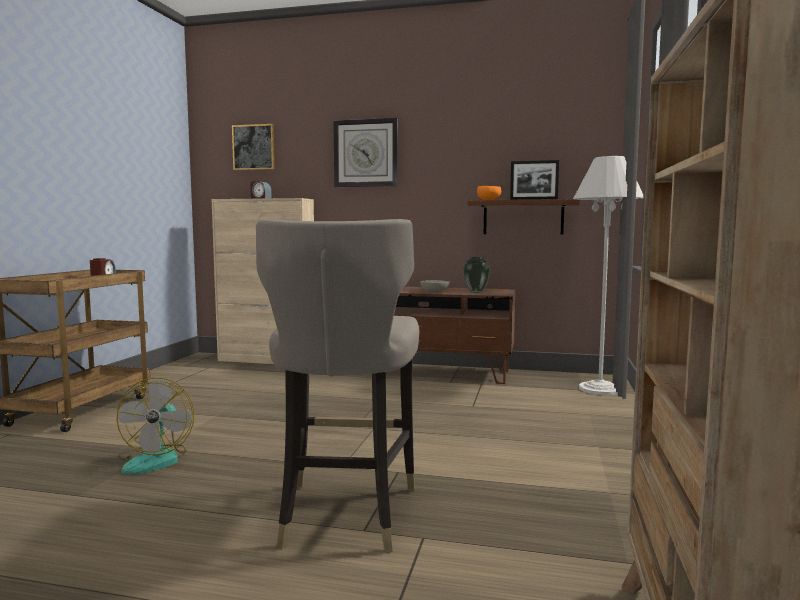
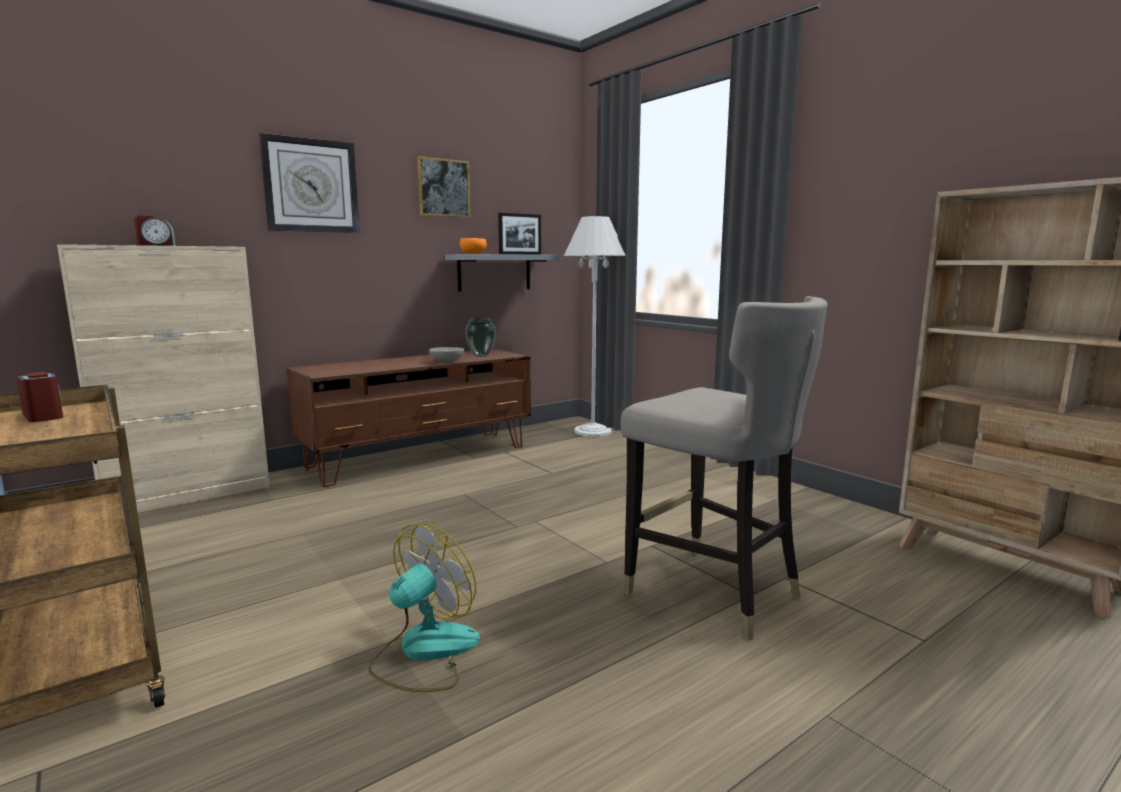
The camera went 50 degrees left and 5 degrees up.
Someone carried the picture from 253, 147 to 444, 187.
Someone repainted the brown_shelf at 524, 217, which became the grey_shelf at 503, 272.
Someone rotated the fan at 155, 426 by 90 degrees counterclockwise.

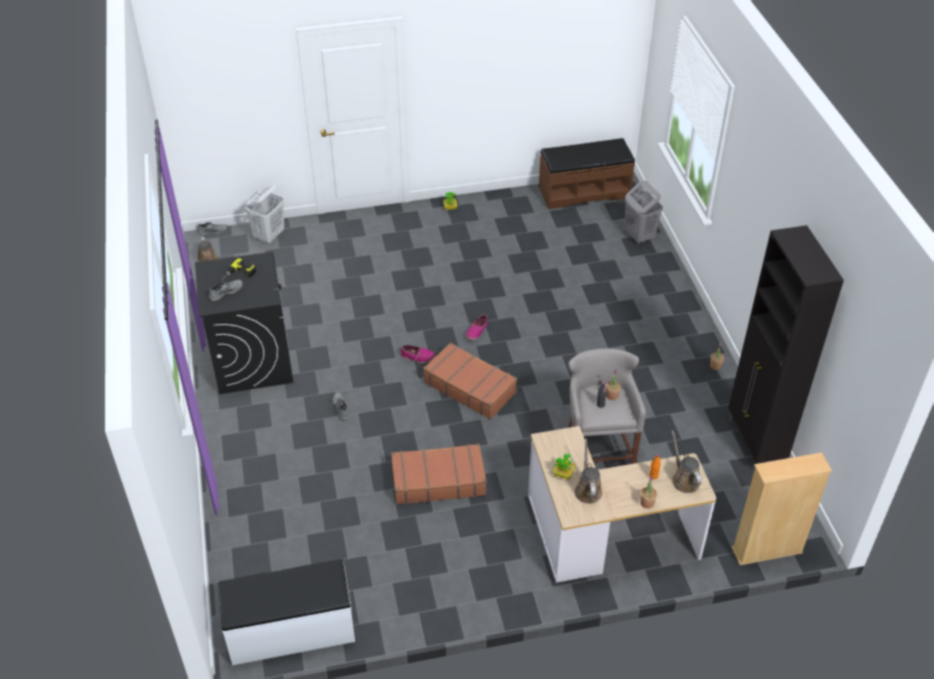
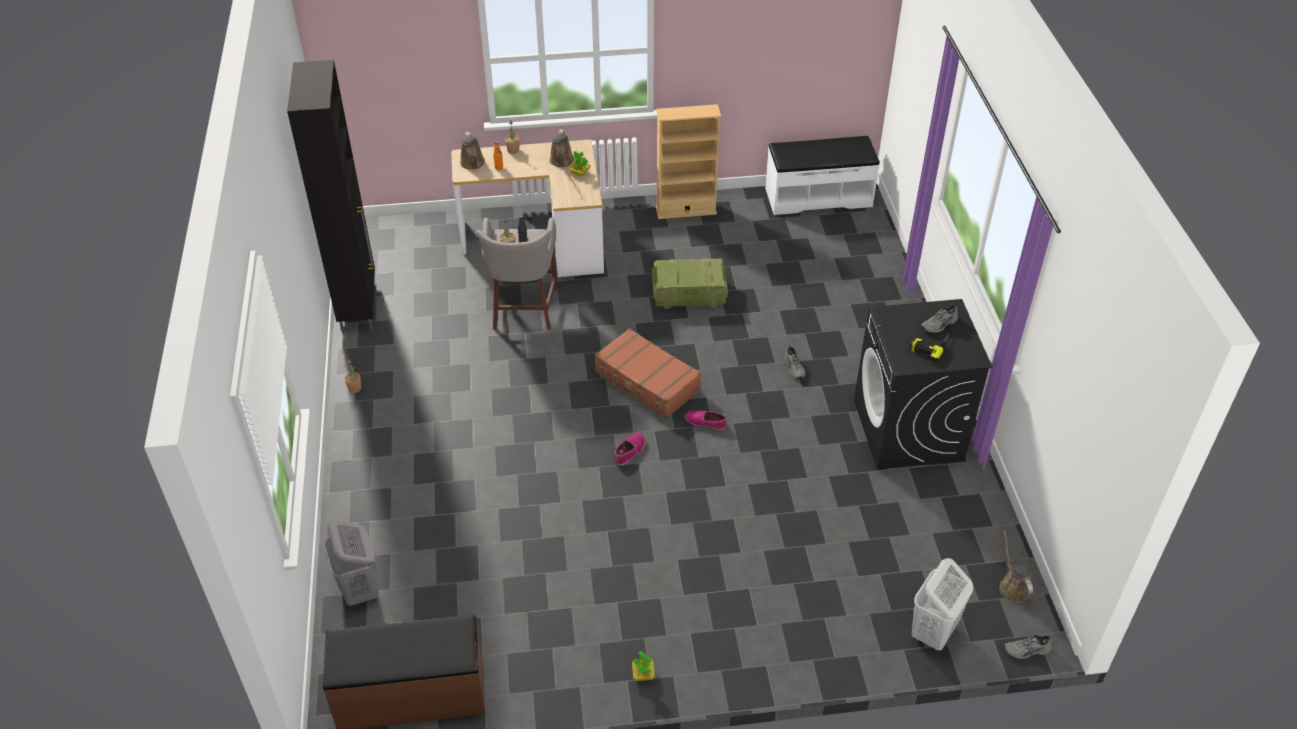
The camera went 175 degrees left and 0 degrees up.
Someone carried the beige_bookcase from 782, 508 to 688, 161.
Someone swapped the brown_suitcase at 439, 474 for the crate at 690, 283.

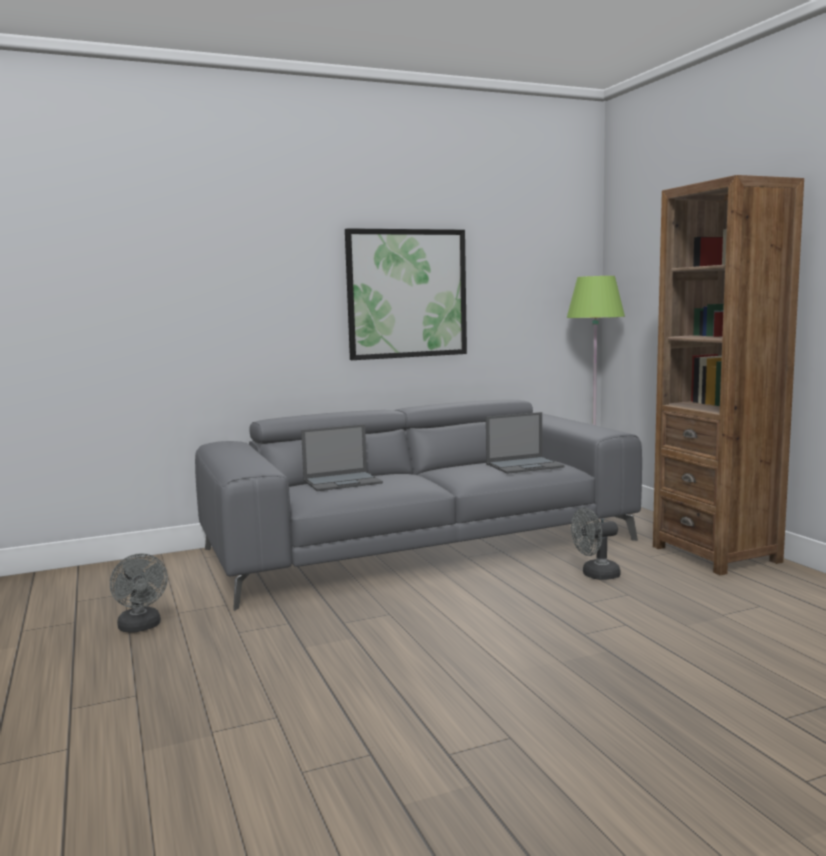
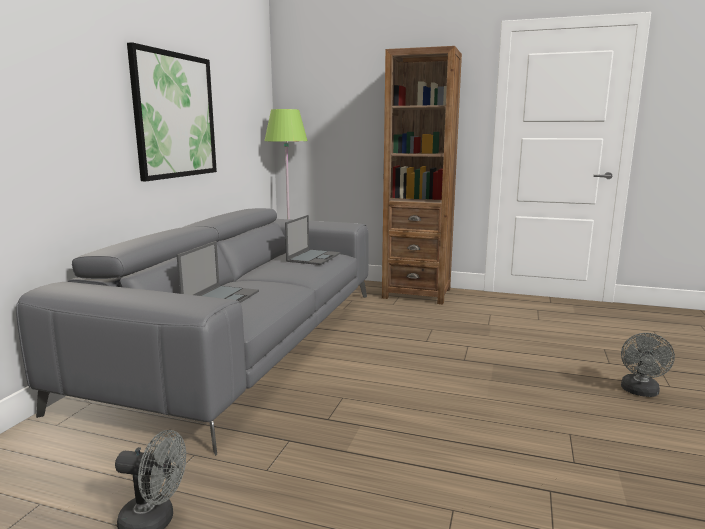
The camera went 50 degrees left and 5 degrees up.
Someone carried the grey_fan from 596, 544 to 648, 365.

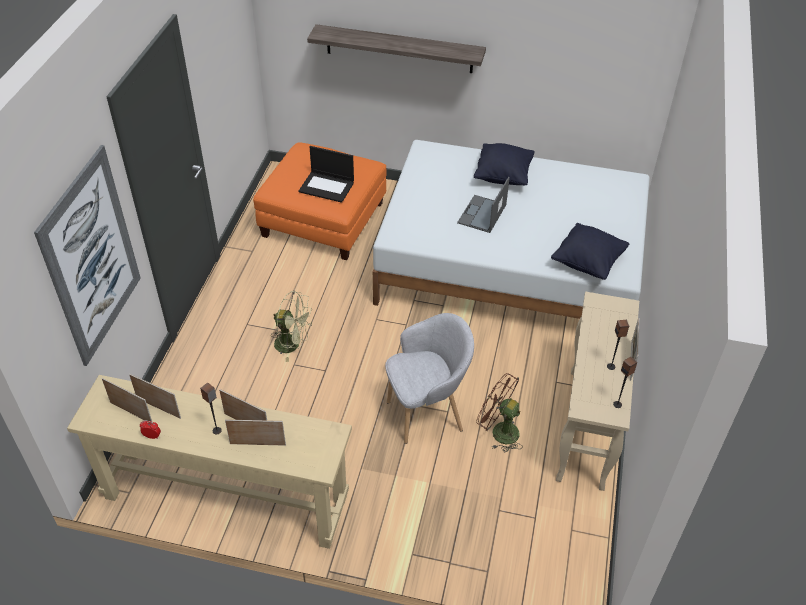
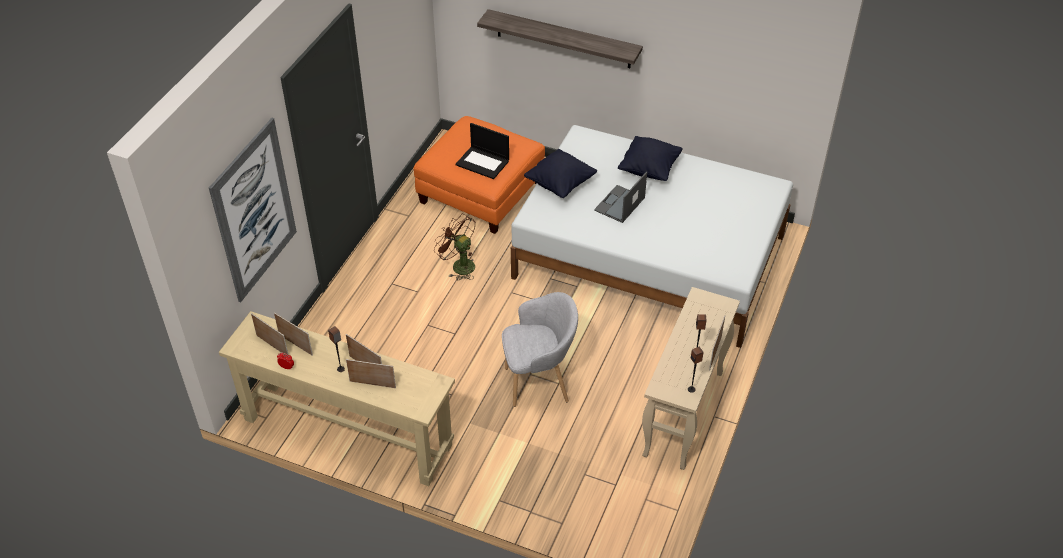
The camera went 10 degrees right and 0 degrees up.
Someone took away the green_fan at 291, 326.
Someone carried the brown_fan from 499, 412 to 454, 247.
Someone carried the black_pillow from 590, 251 to 560, 173.

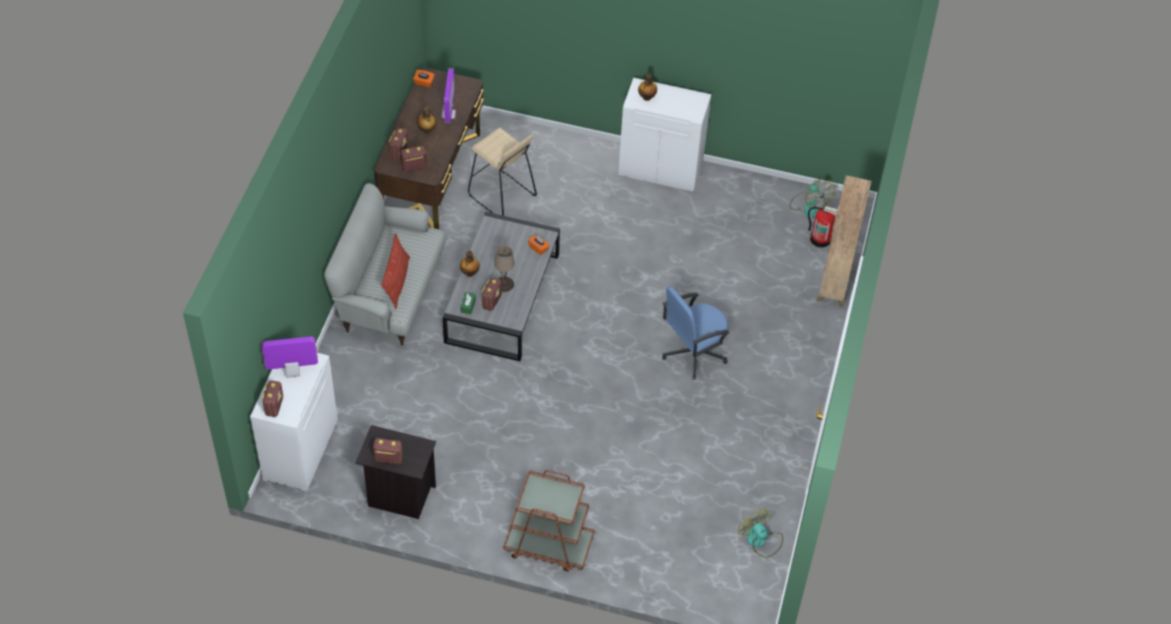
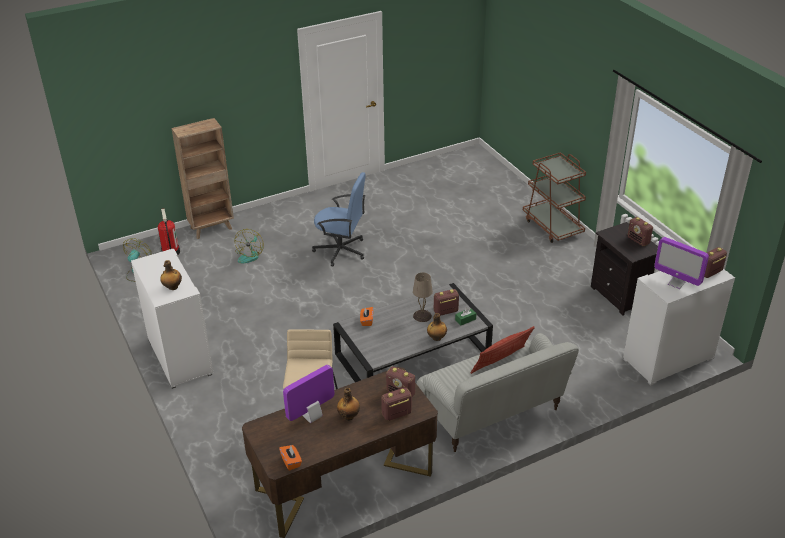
The camera went 130 degrees left and 15 degrees down.
Someone carried the fan from 760, 533 to 249, 246.

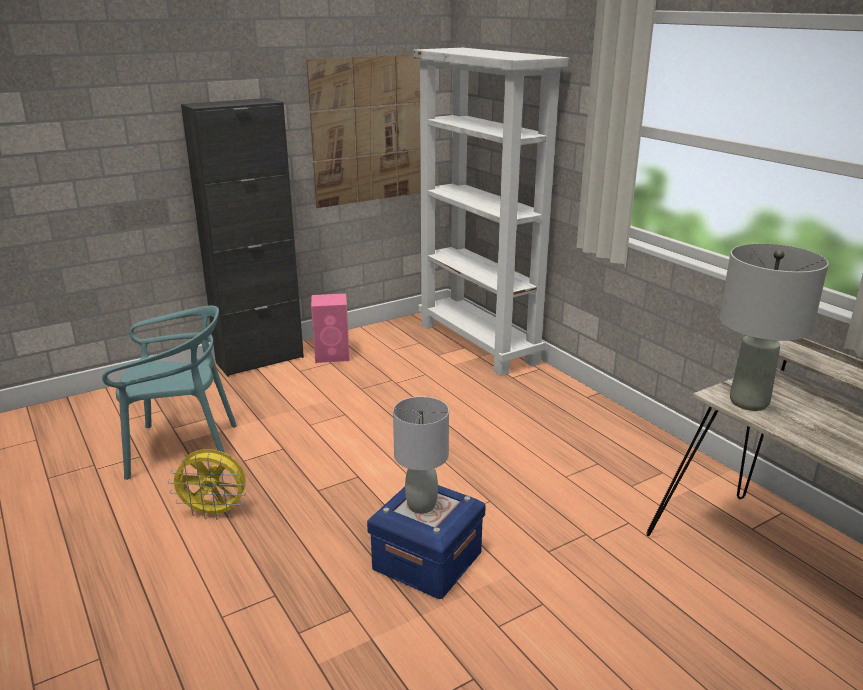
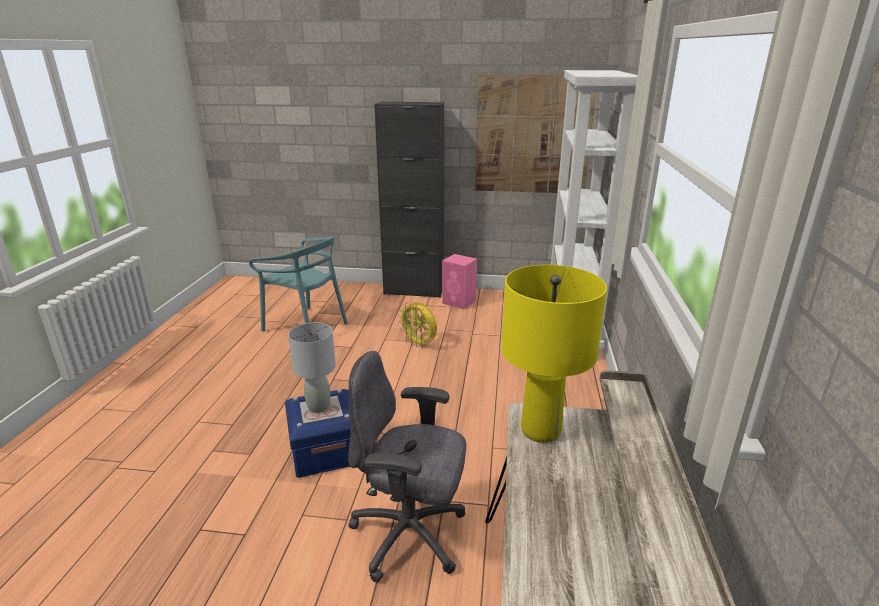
The camera went 40 degrees right and 0 degrees up.
Someone put down the grey_office_chair at 407, 467.
Someone carried the yellow_fan from 207, 484 to 417, 325.
Someone repainted the grey_table_lamp at 774, 327, which became the yellow_table_lamp at 554, 354.

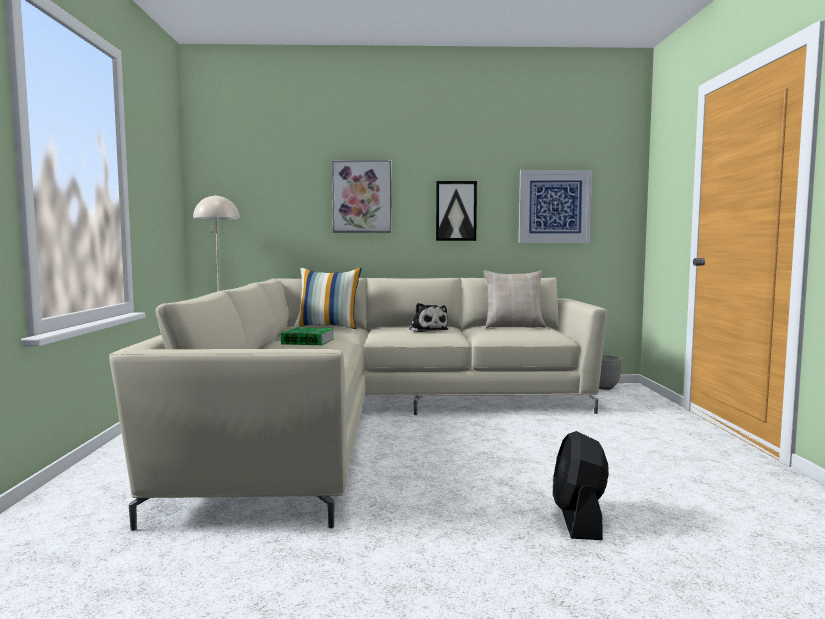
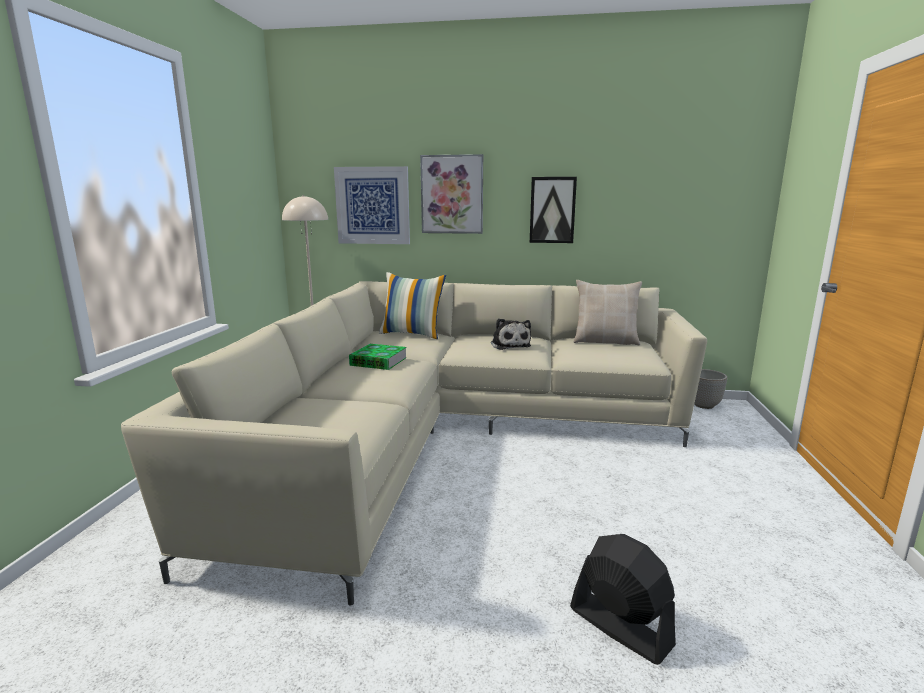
The camera went 10 degrees right and 10 degrees up.
Someone carried the picture from 555, 206 to 372, 205.
Someone rotated the black_fan at 581, 485 by 120 degrees clockwise.

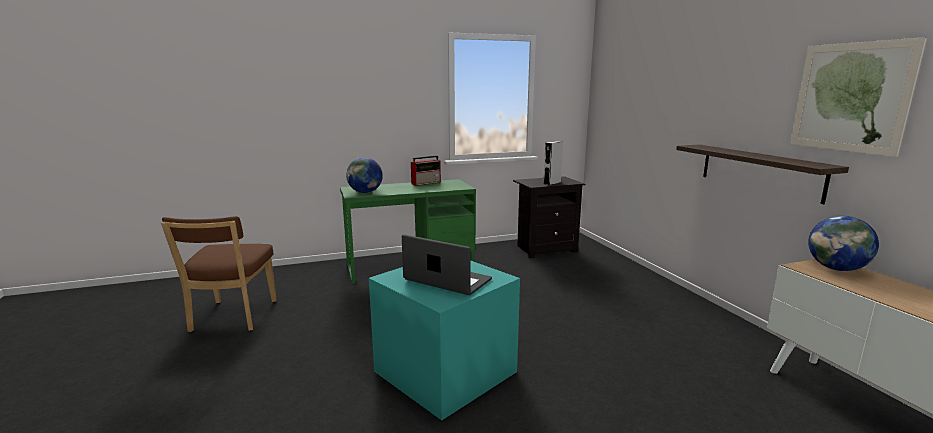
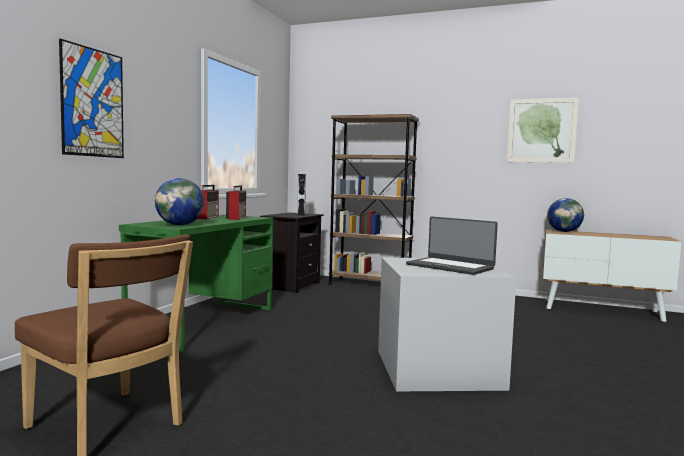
The camera went 50 degrees left and 10 degrees down.
Someone took away the shelf at 762, 174.
Someone put up the picture at 91, 98.
Someone put down the radio at 236, 203.
Someone put down the brown_bookcase at 373, 199.
Someone repainted the turquoise_storage_box at 444, 340, which became the grey_storage_box at 447, 324.
Someone rotated the laptop at 447, 264 by 120 degrees counterclockwise.

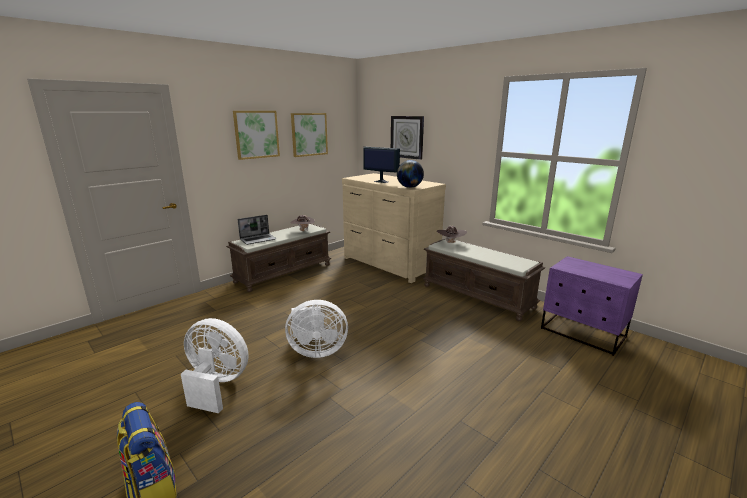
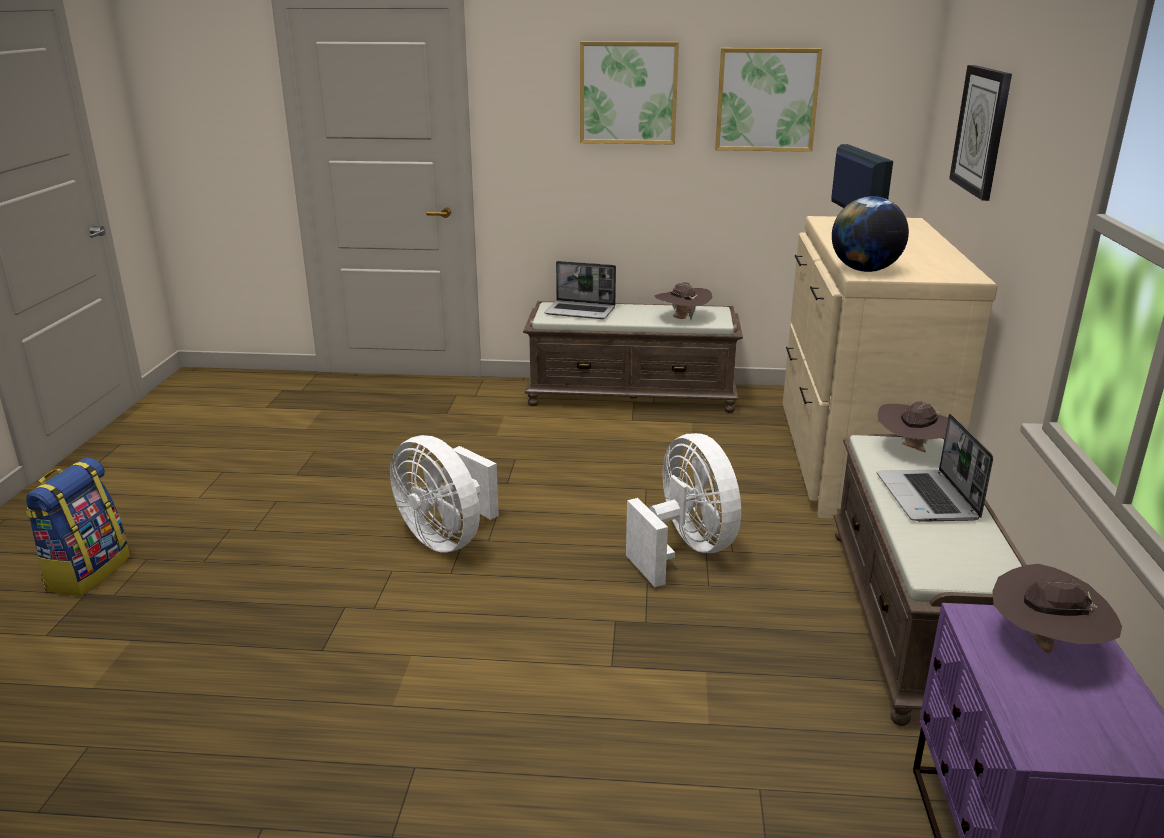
The camera went 50 degrees right and 5 degrees up.
Someone put down the laptop at 935, 468.
Someone put down the brown_hat at 1057, 608.
Someone carried the white_fan from 215, 366 to 683, 510.

